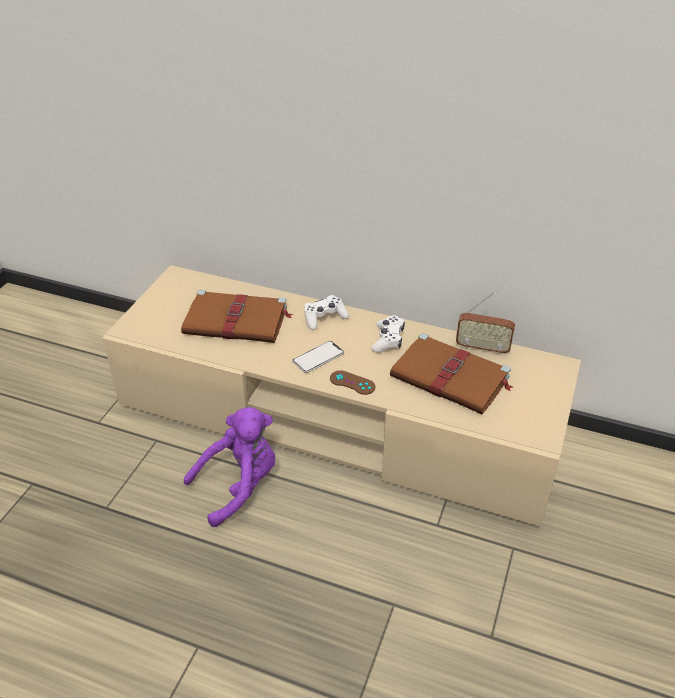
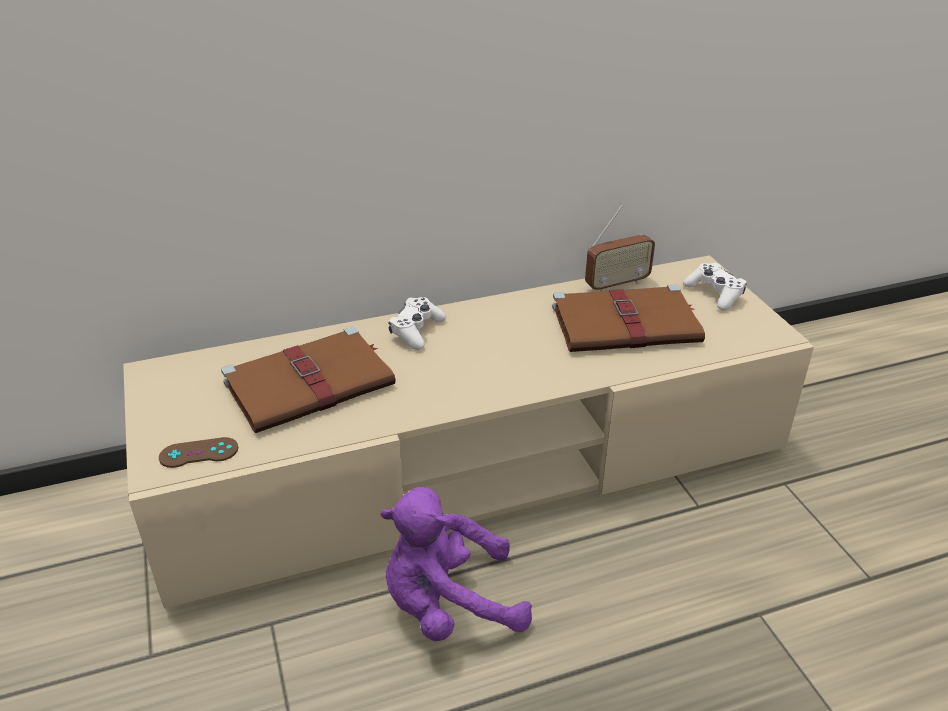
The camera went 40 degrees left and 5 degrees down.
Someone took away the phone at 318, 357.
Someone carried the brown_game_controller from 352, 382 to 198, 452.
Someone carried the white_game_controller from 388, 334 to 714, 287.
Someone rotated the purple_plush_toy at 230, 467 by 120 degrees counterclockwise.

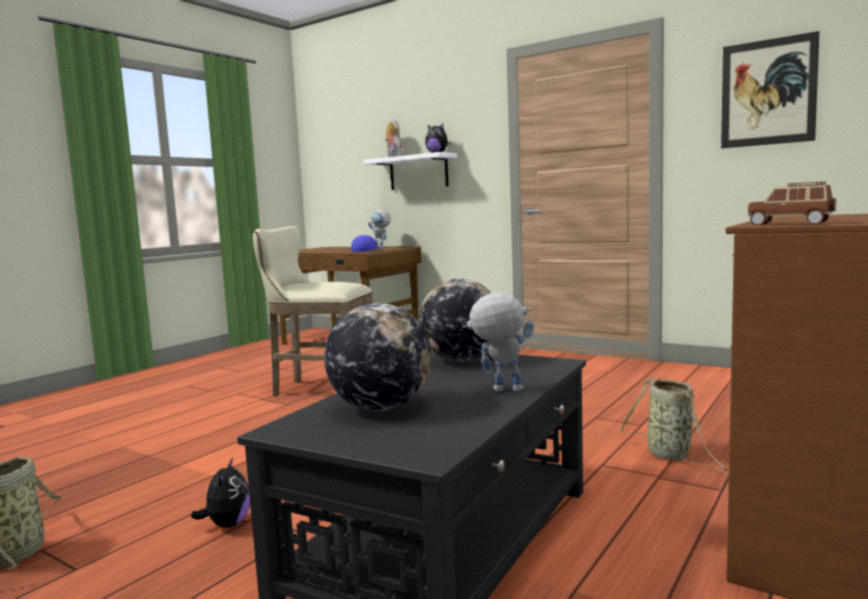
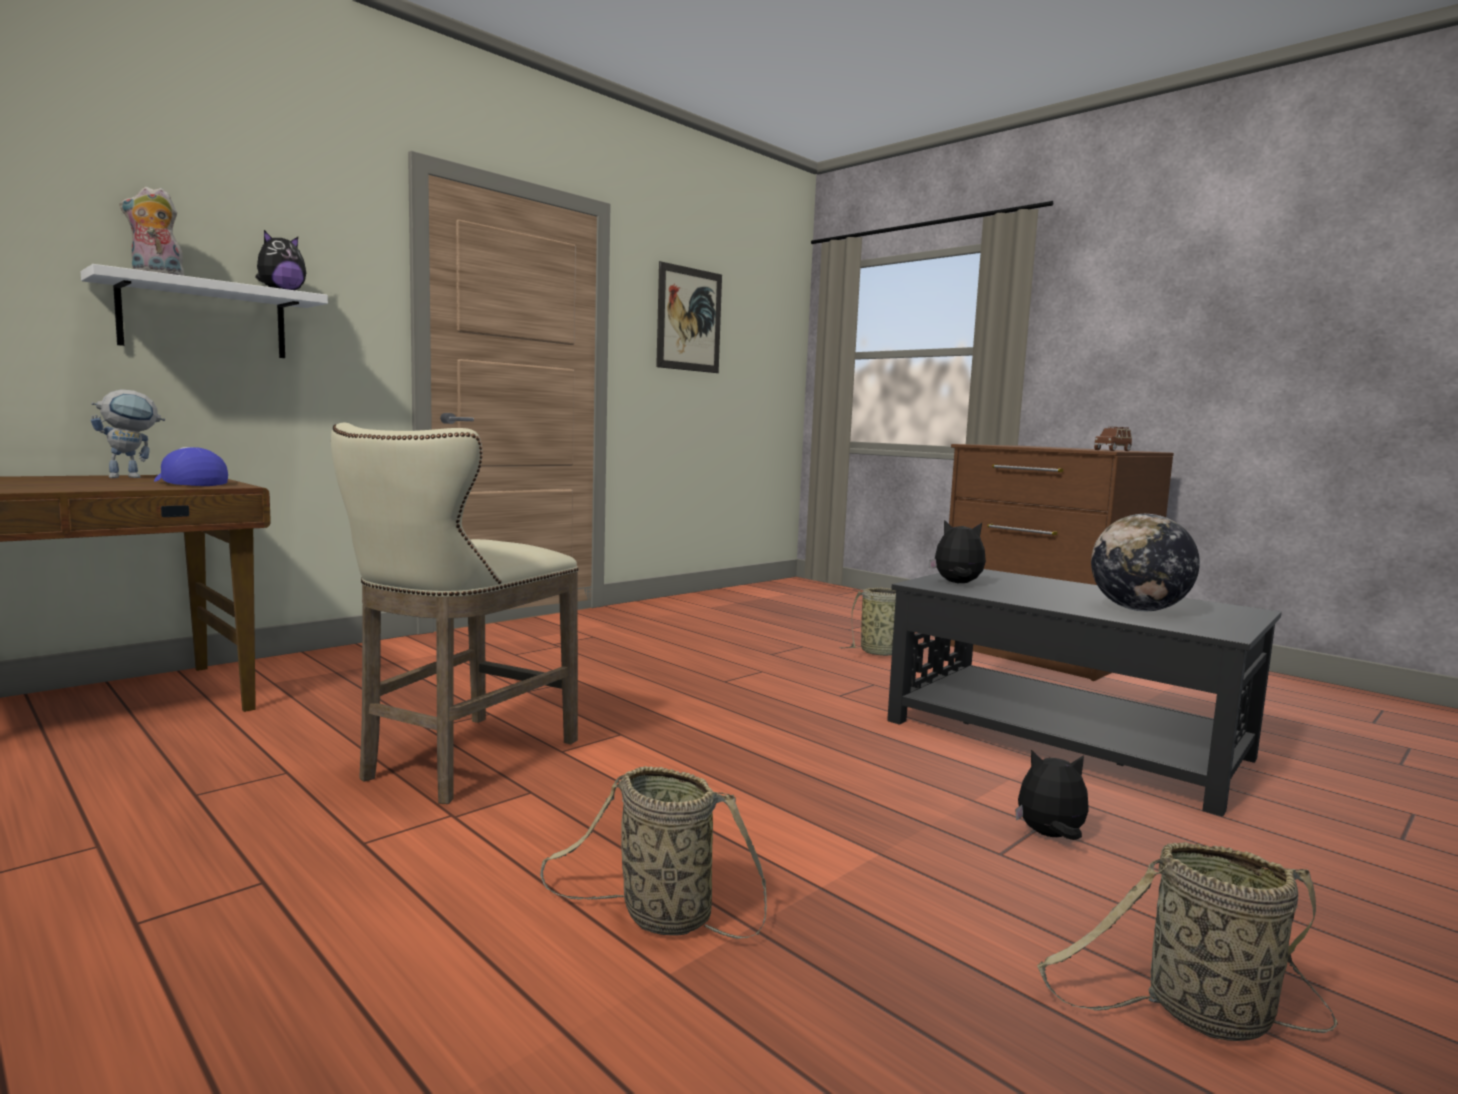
The camera went 80 degrees left and 0 degrees up.
Someone took away the toy_robot at 498, 342.
Someone put down the basket at 653, 852.
Someone swapped the globe at 455, 320 for the plush_toy at 957, 551.

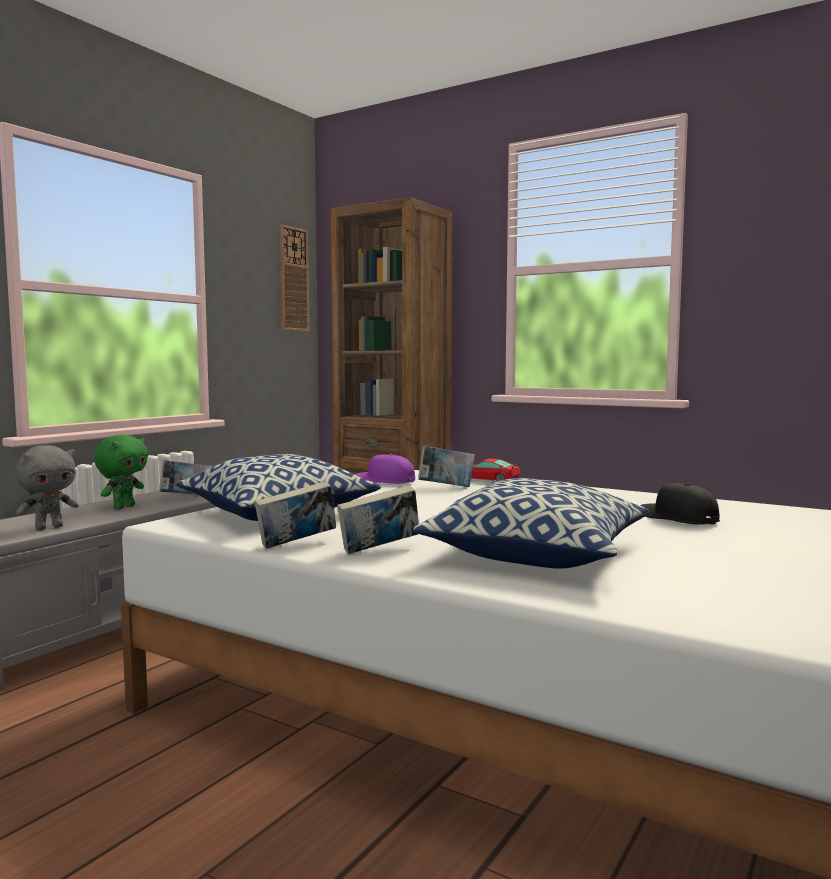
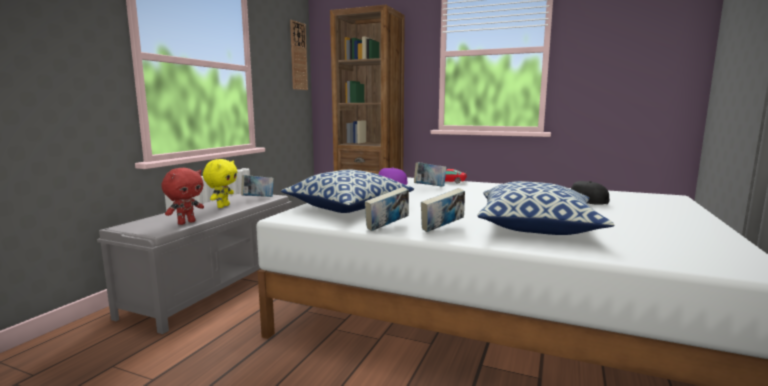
The camera went 10 degrees left and 5 degrees up.
Someone repainted the grey_plush_toy at 47, 487, which became the red_plush_toy at 183, 196.
Someone repainted the green_plush_toy at 121, 472, which became the yellow_plush_toy at 220, 183.

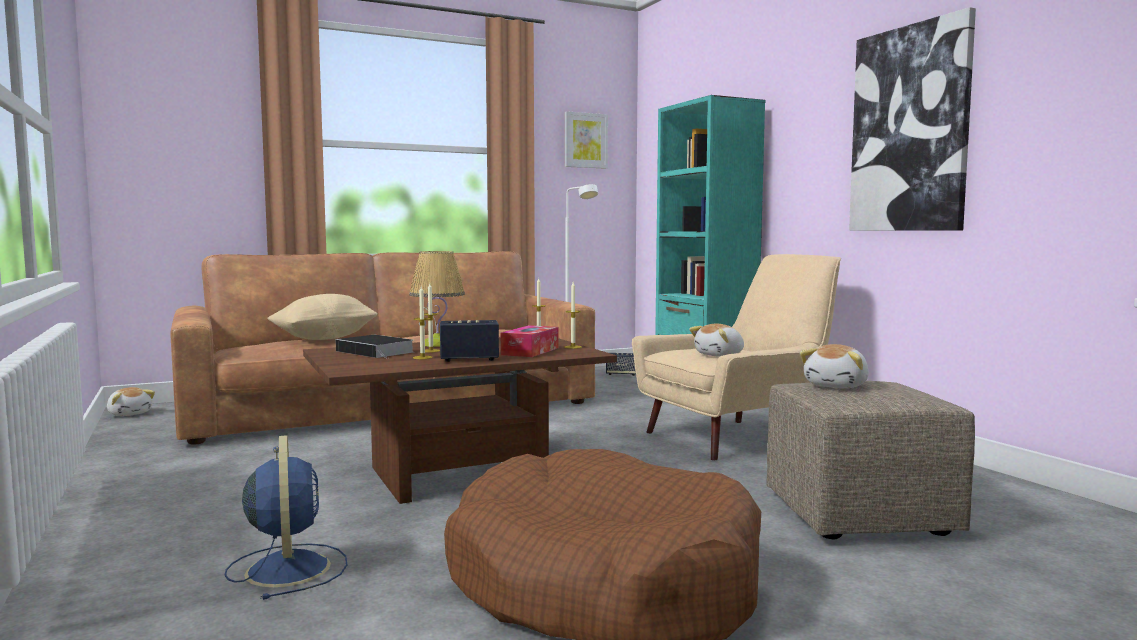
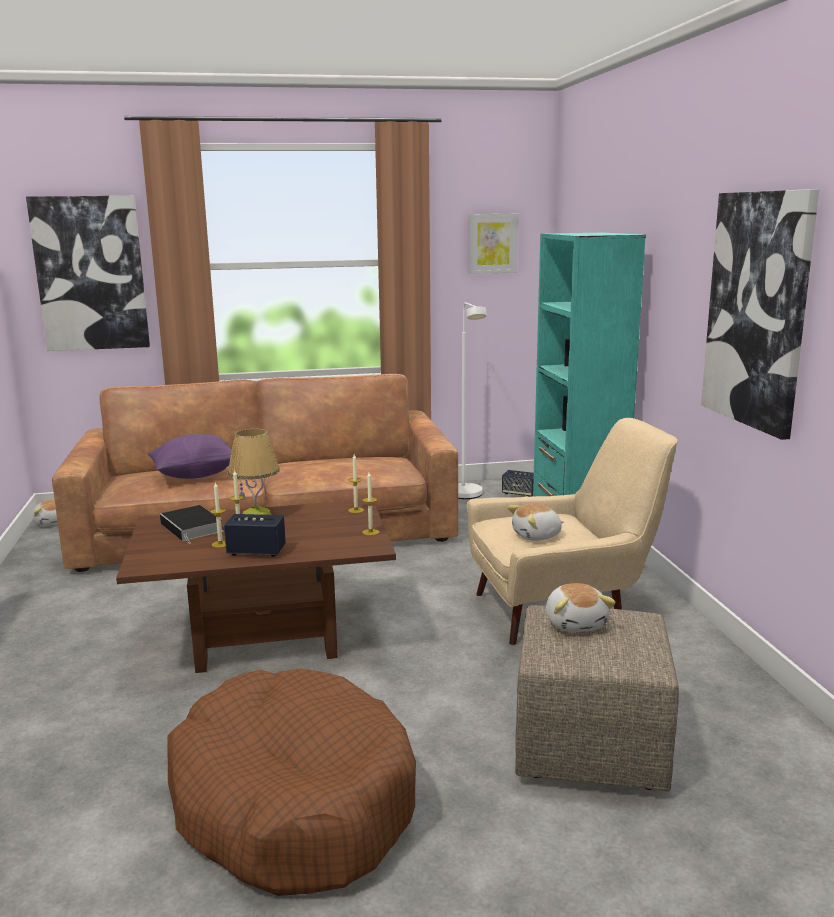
The camera went 15 degrees right and 10 degrees up.
Someone took away the blue_fan at 286, 517.
Someone took away the tissue_box at 530, 341.
Someone put up the picture at 88, 273.
Someone repainted the beige_pillow at 322, 317, which became the purple_pillow at 190, 456.
Someone rotated the plush_toy at 834, 366 by 60 degrees counterclockwise.

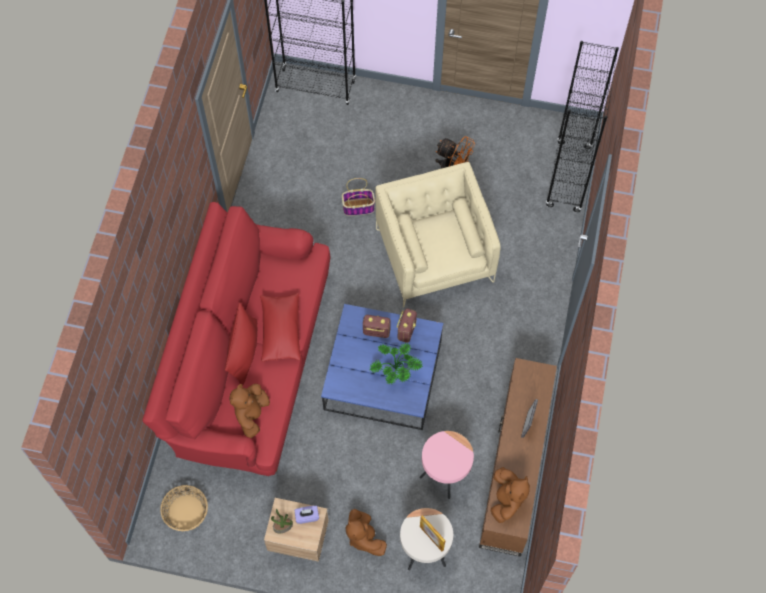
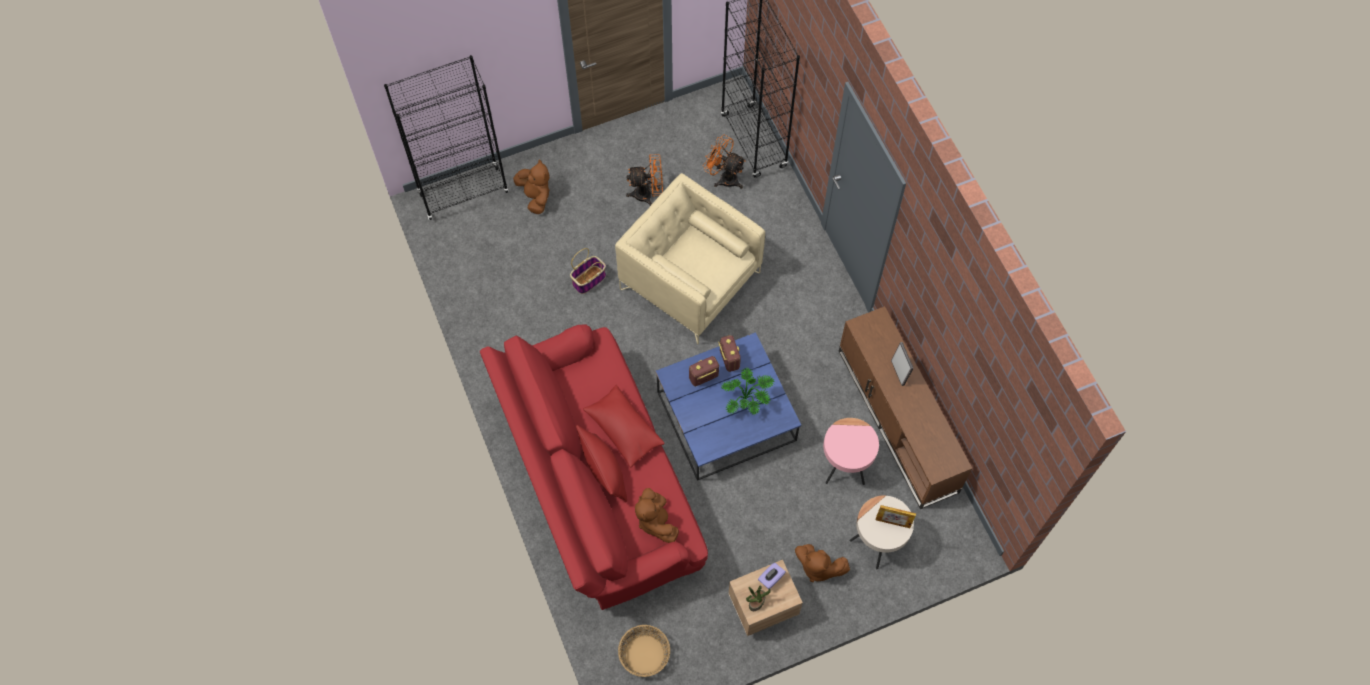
The camera went 35 degrees left and 0 degrees up.
Someone put down the orange_fan at 724, 162.
Someone carried the brown_plush_toy from 510, 495 to 531, 186.

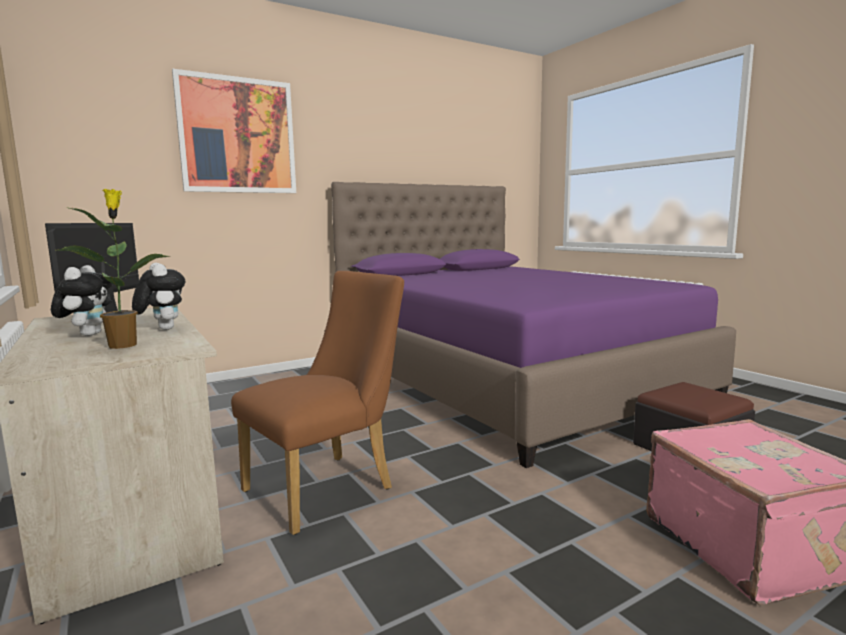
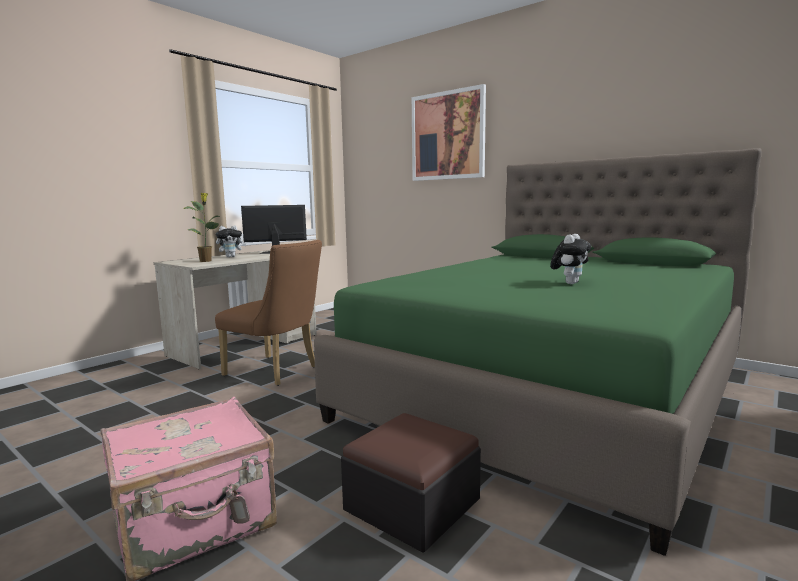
The camera went 70 degrees right and 0 degrees up.
Someone carried the plush_toy from 158, 296 to 570, 259.
Someone repainted the purple_bed at 533, 325, which became the green_bed at 538, 352.

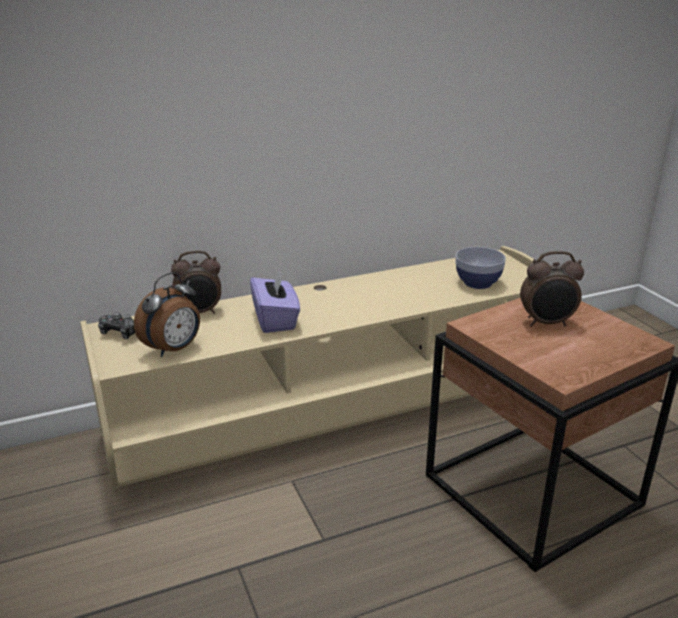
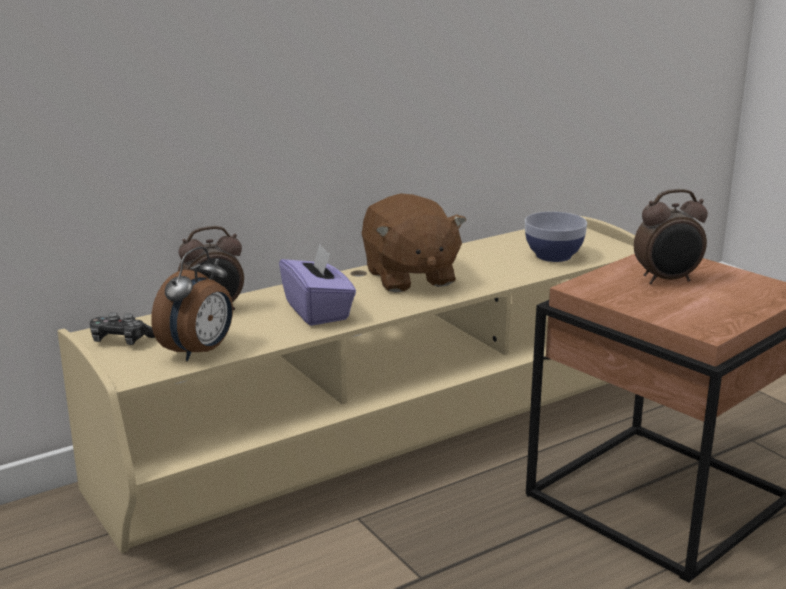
The camera went 10 degrees left and 5 degrees down.
Someone put down the brown_plush_toy at 414, 243.

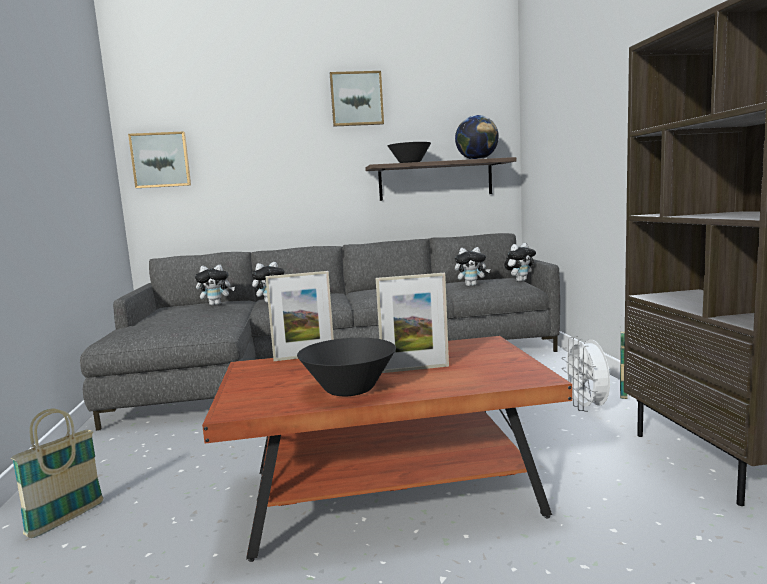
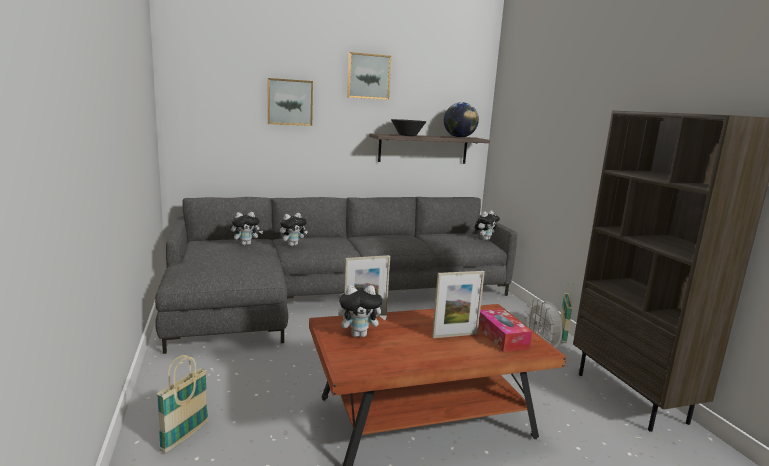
The camera went 10 degrees left and 5 degrees up.
Someone took away the black_bowl at 346, 367.
Someone put down the tissue_box at 505, 330.
Someone carried the picture from 159, 159 to 290, 102.
Someone carried the plush_toy from 472, 266 to 362, 311.

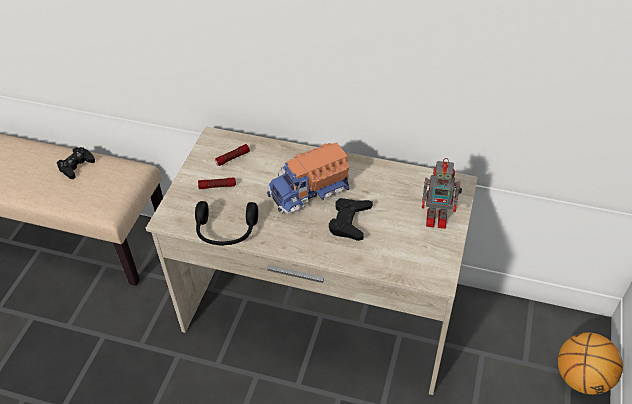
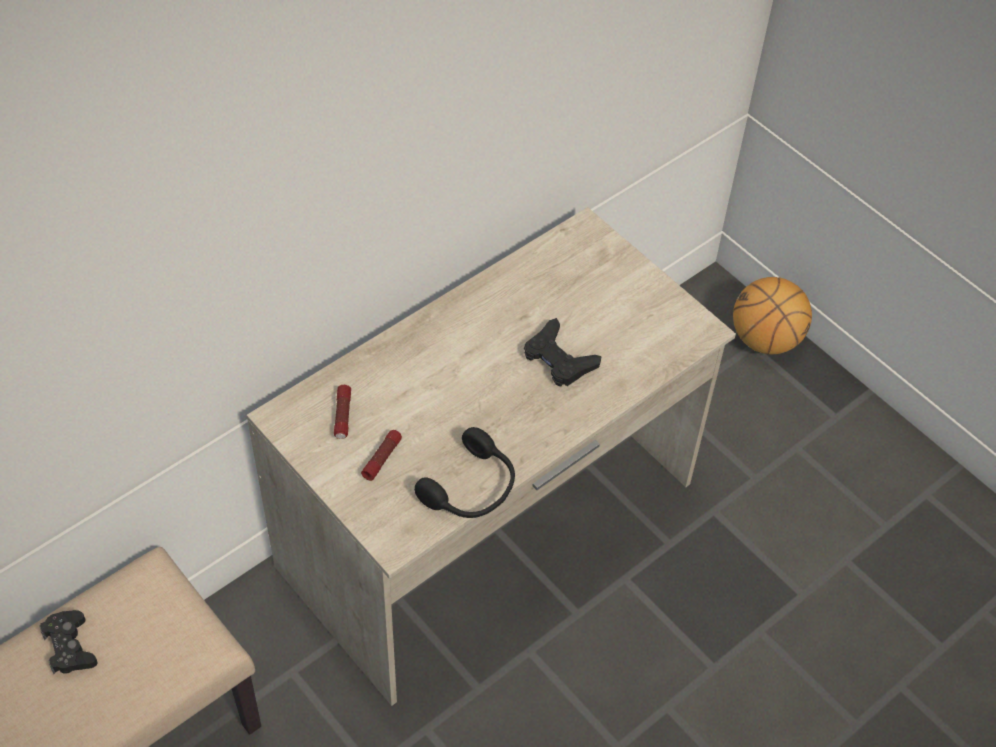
The camera went 60 degrees left and 5 degrees up.
Someone took away the toy_truck at 308, 178.
Someone took away the toy_robot at 442, 193.

